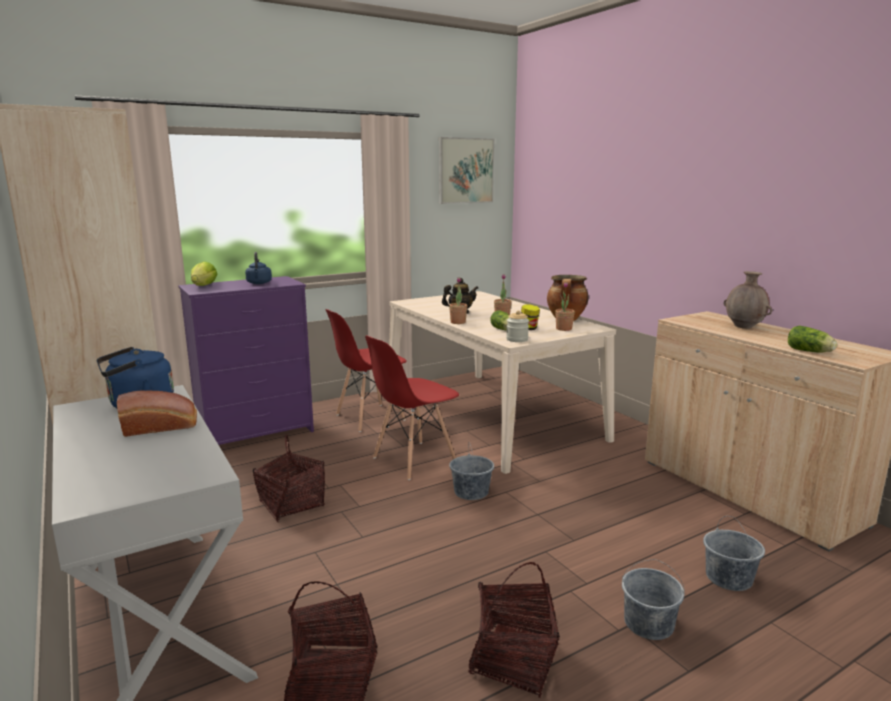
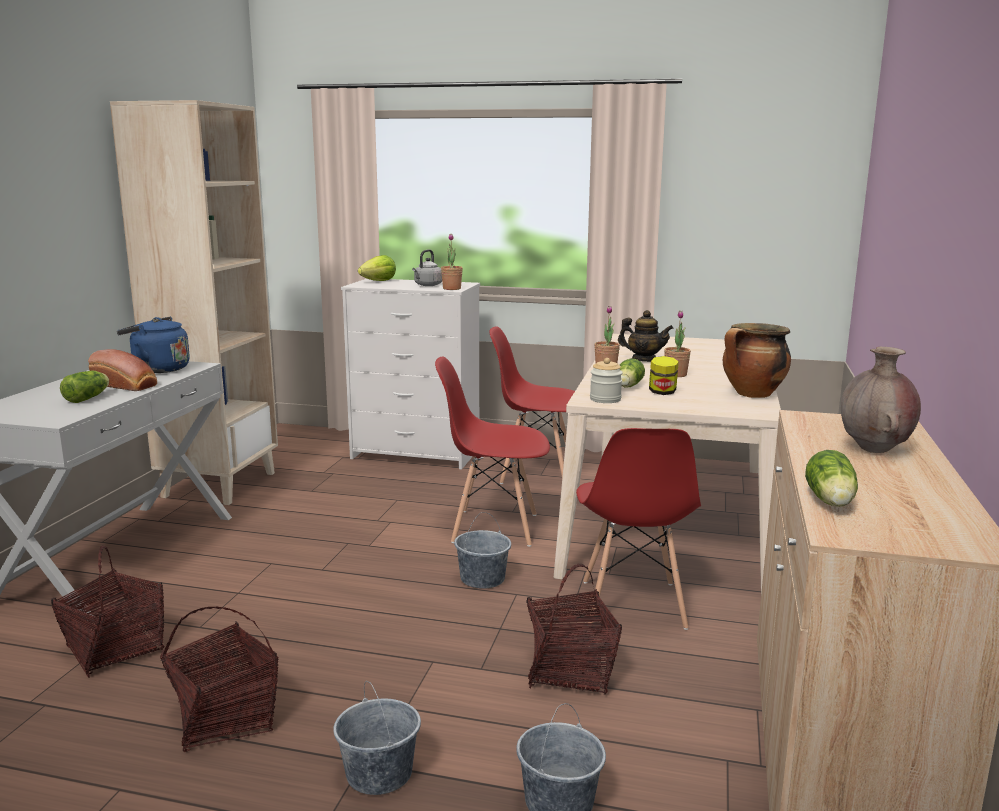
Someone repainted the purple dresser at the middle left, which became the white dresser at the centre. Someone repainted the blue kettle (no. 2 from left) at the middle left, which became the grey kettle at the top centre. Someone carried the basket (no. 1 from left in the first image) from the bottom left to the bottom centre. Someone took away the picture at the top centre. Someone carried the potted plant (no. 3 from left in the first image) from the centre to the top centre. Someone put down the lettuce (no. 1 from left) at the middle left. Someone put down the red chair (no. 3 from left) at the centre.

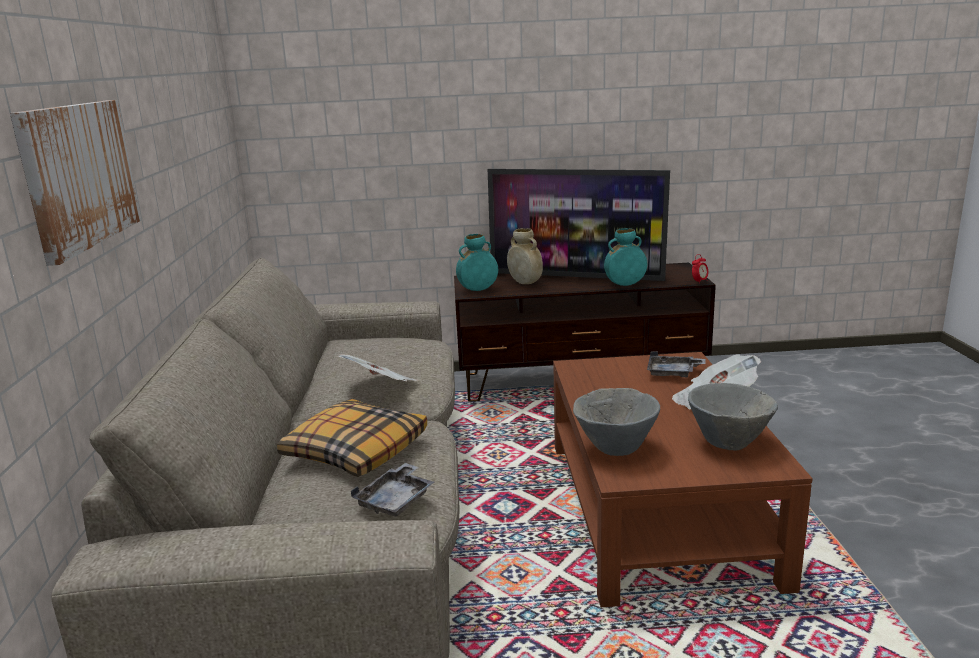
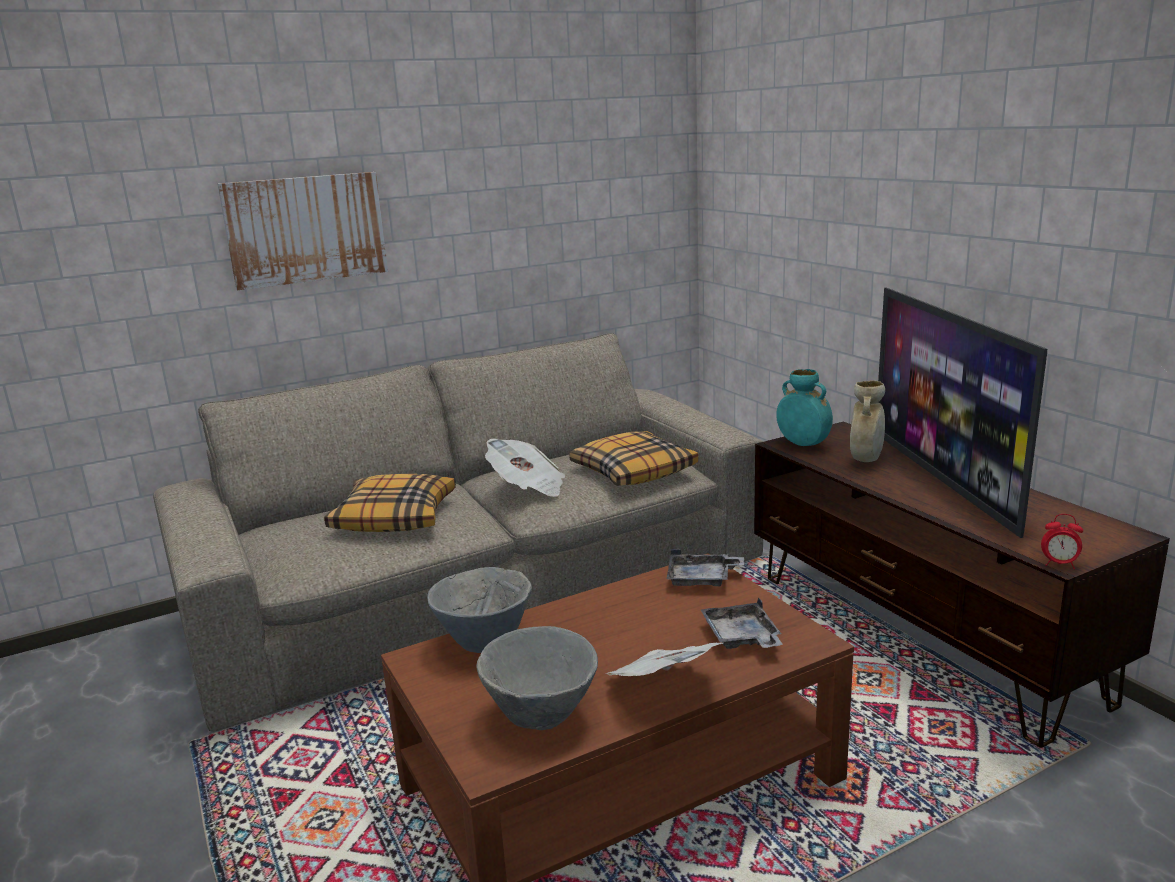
Someone carried the grey tray (no. 1 from left) from the bottom centre to the centre. Someone took away the turquoise vase (no. 2 from left) at the centre. Someone put down the pillow (no. 2 from left) at the centre.

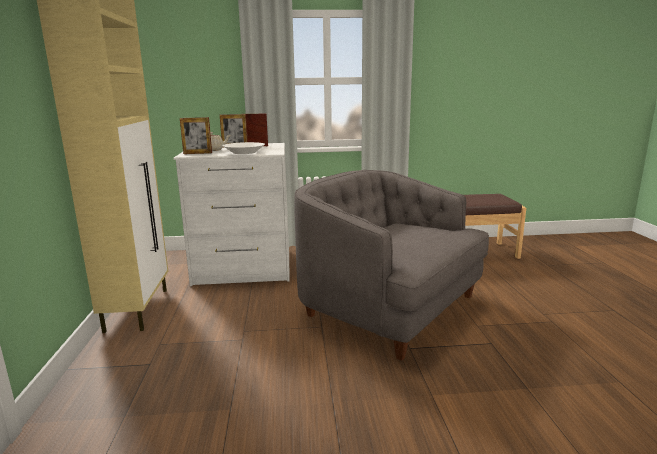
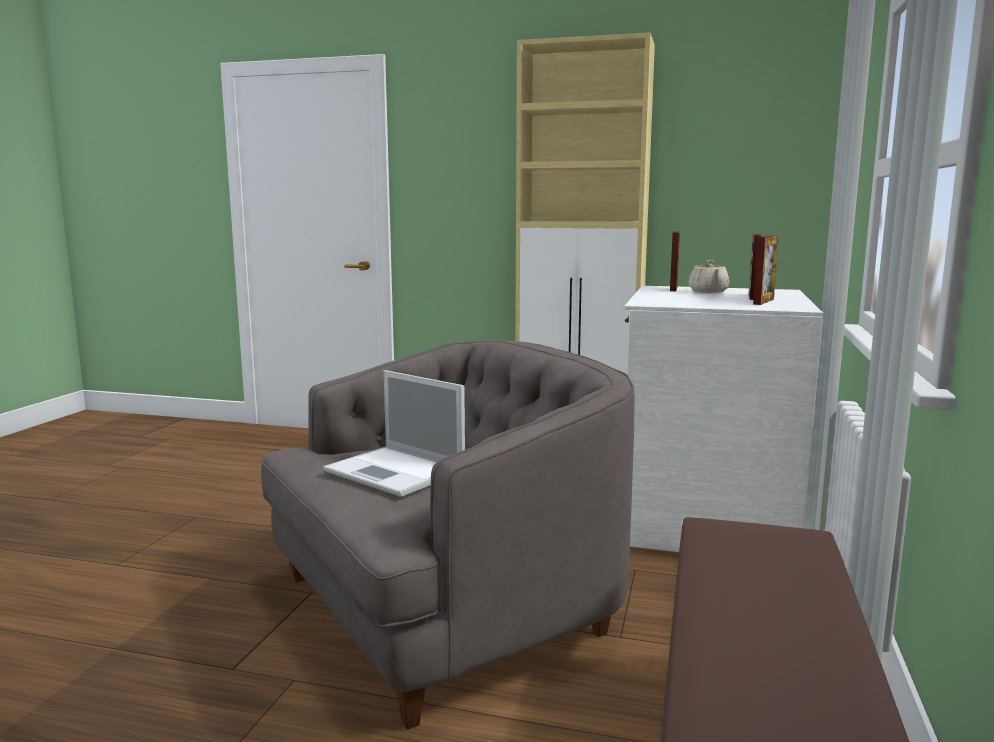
Someone took away the white bowl at the top centre. Someone put down the laptop at the centre.

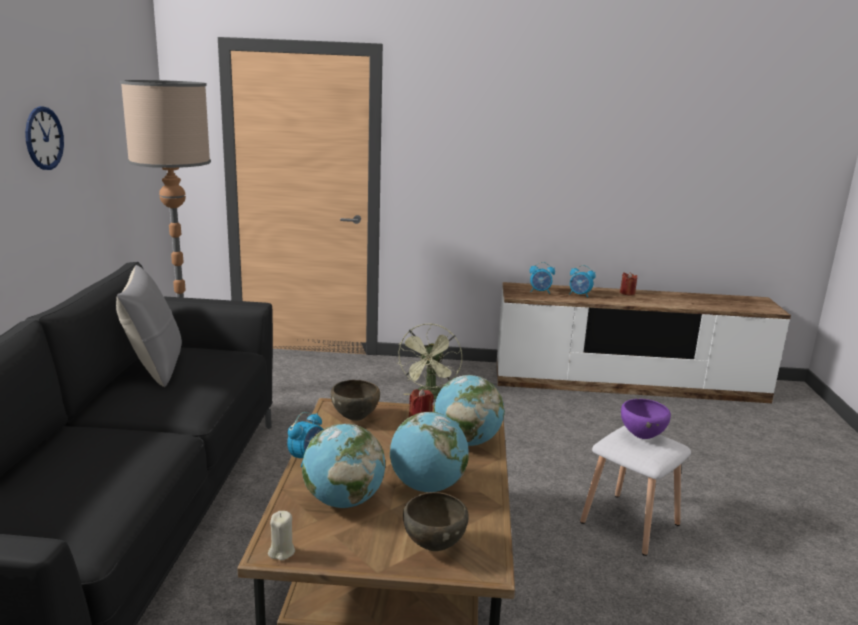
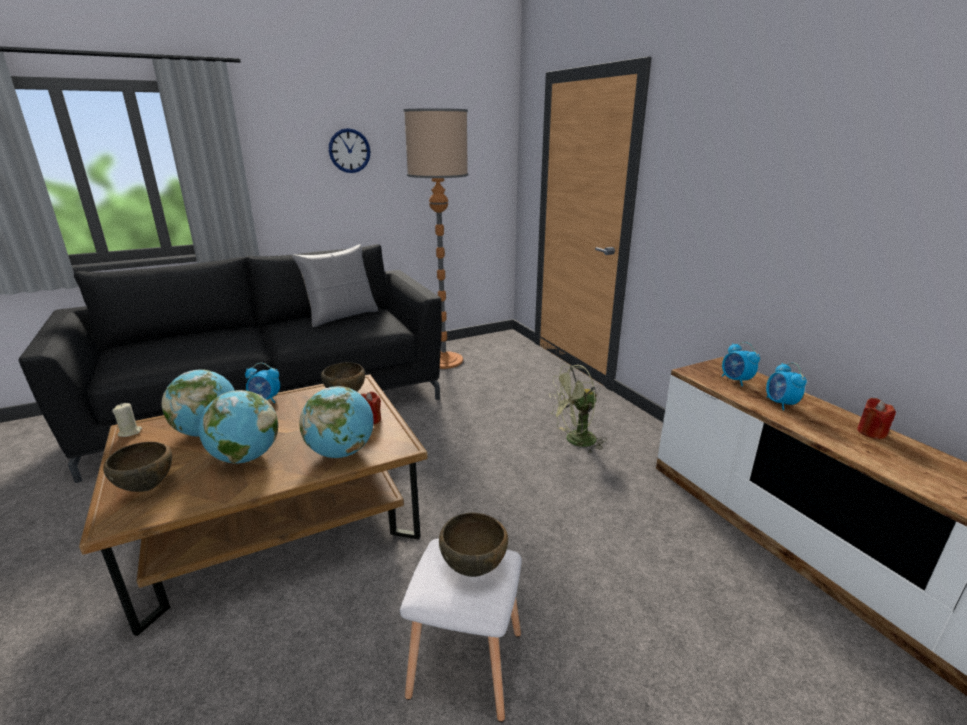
Someone repainted the purple bowl at the bottom right, which became the brown bowl (no. 3 from left) at the bottom centre.

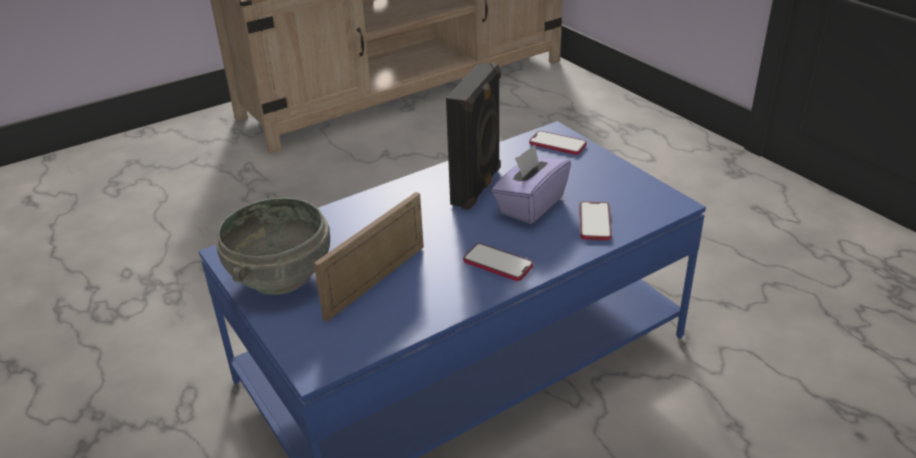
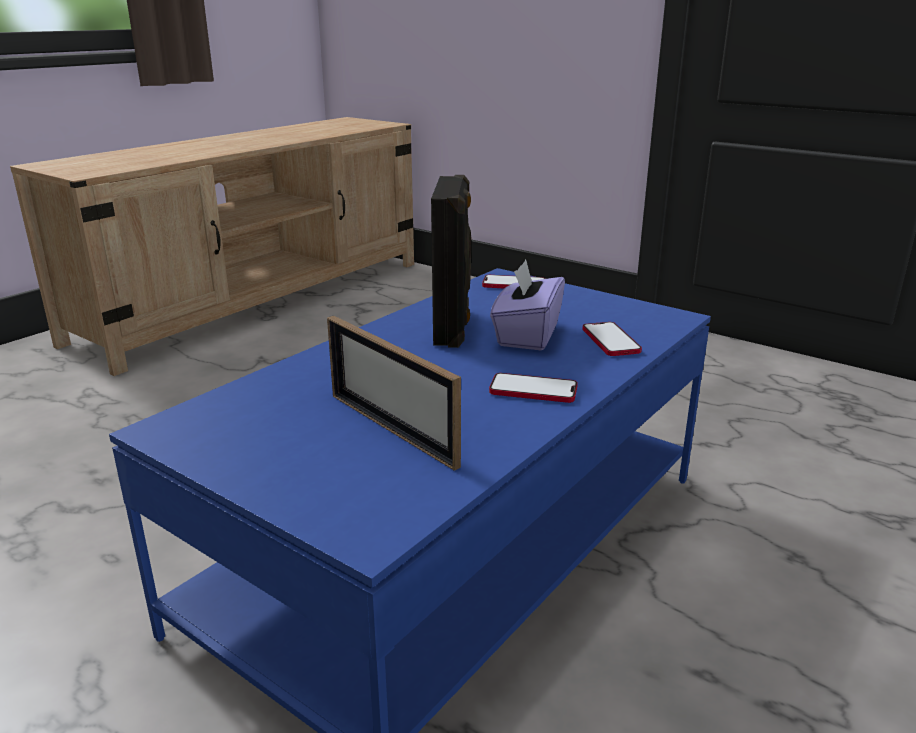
Someone took away the grey bowl at the middle left. Someone rotated the picture frame at the centre by 60 degrees counterclockwise.

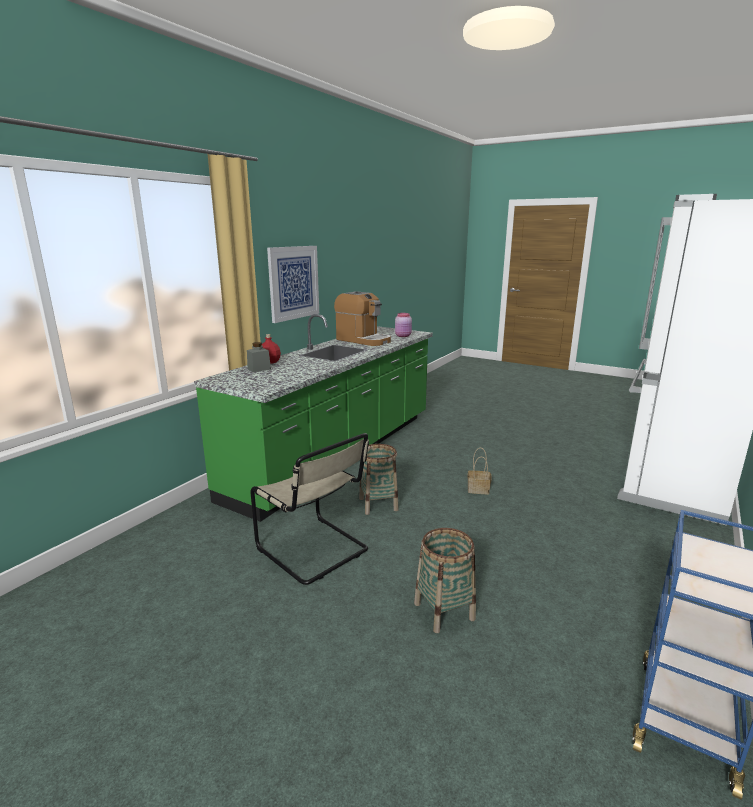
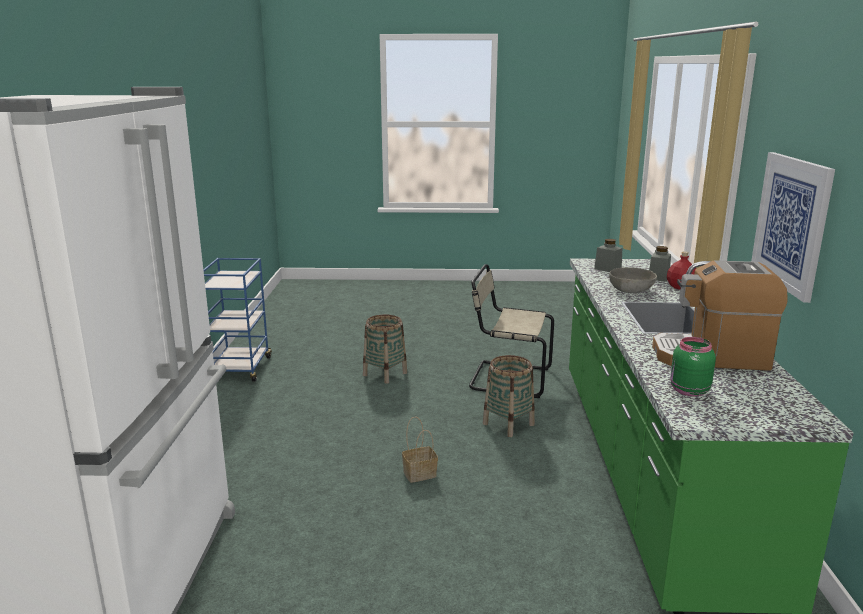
Someone repainted the pink jar at the centre, which became the green jar at the middle right. Someone put down the grey jar (no. 1 from left) at the middle right. Someone put down the grey bowl at the middle right.

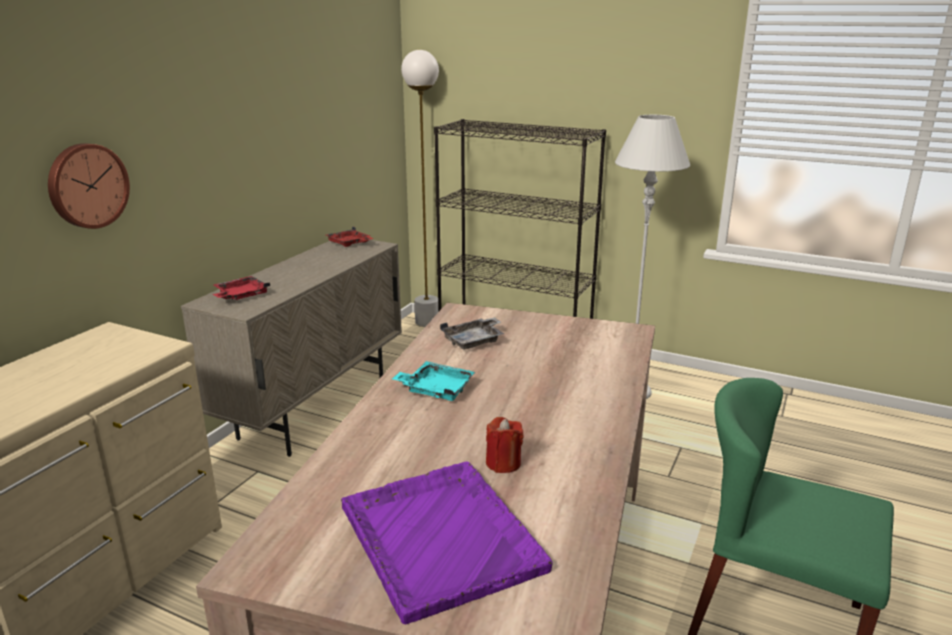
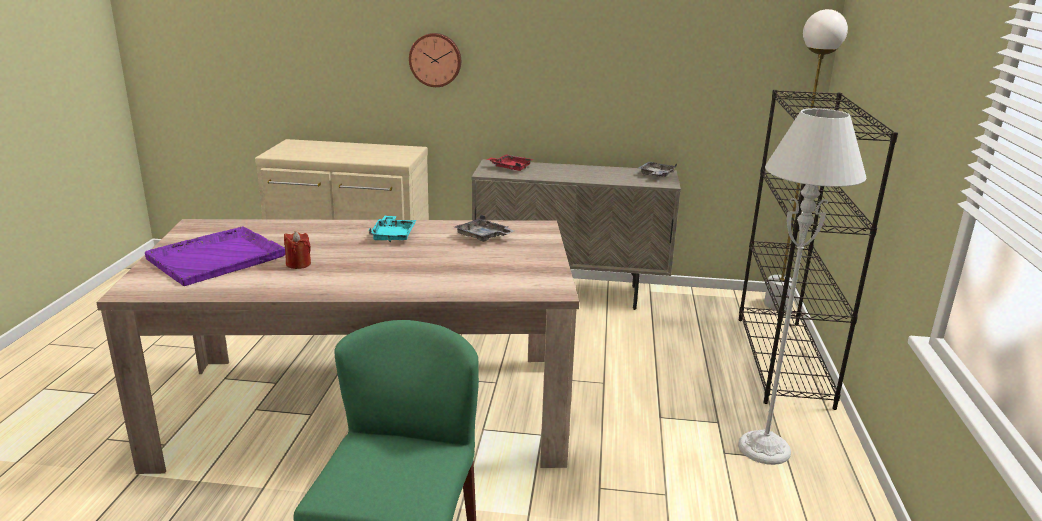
Someone repainted the red tray (no. 2 from left) at the centre, which became the grey tray (no. 2 from left) at the top centre.

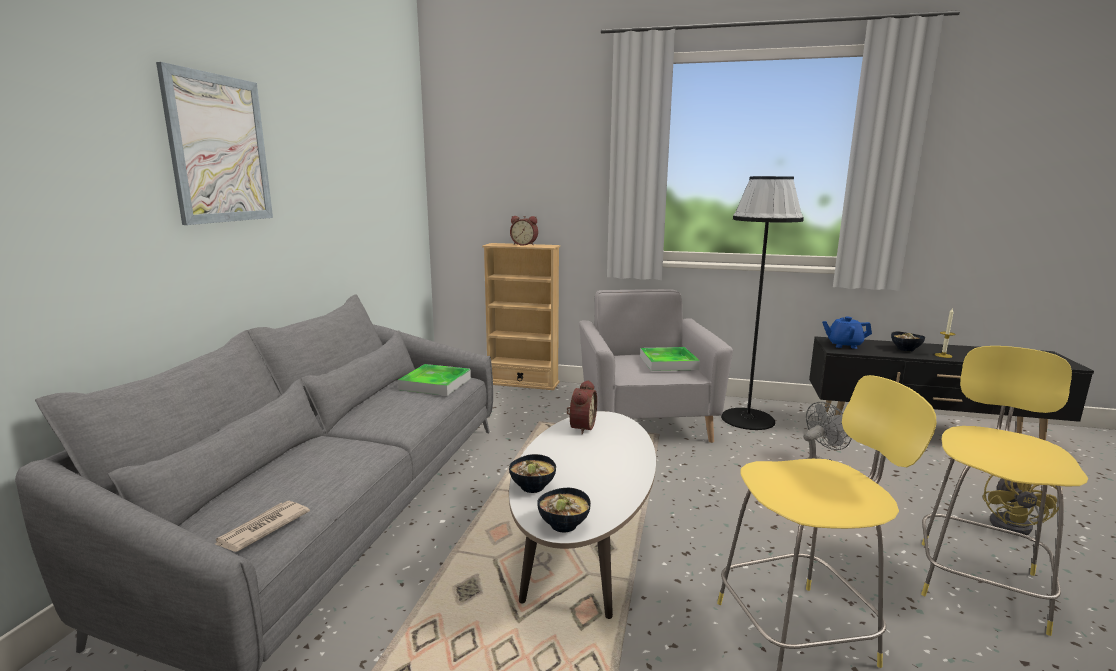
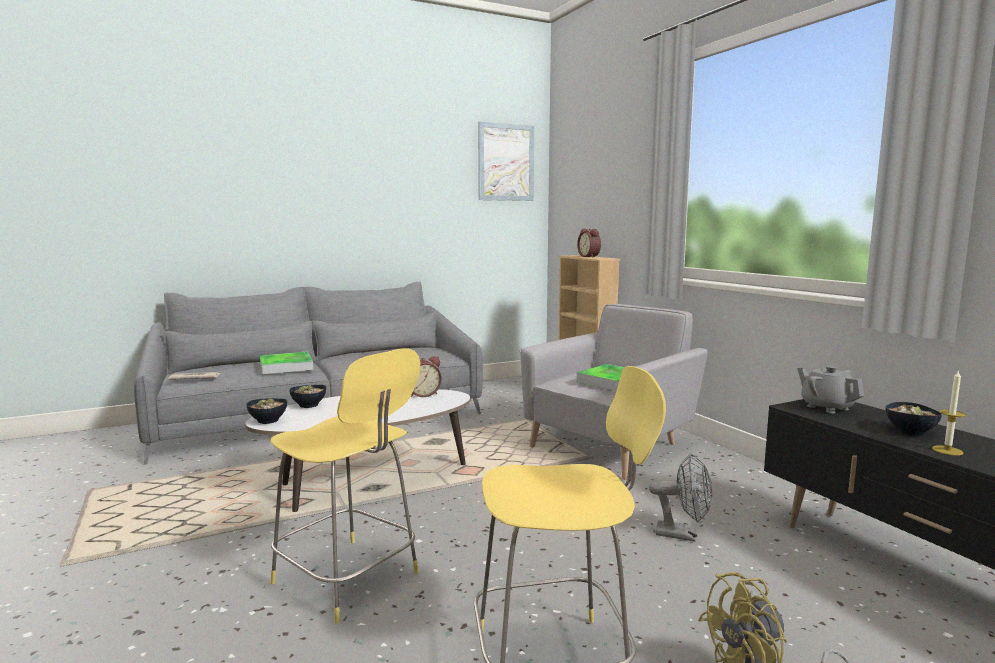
Someone carried the picture from the top left to the top centre. Someone carried the tray (no. 1 from left) from the centre to the middle left. Someone took away the black floor lamp at the middle right. Someone repainted the blue teapot at the middle right, which became the grey teapot at the middle right.

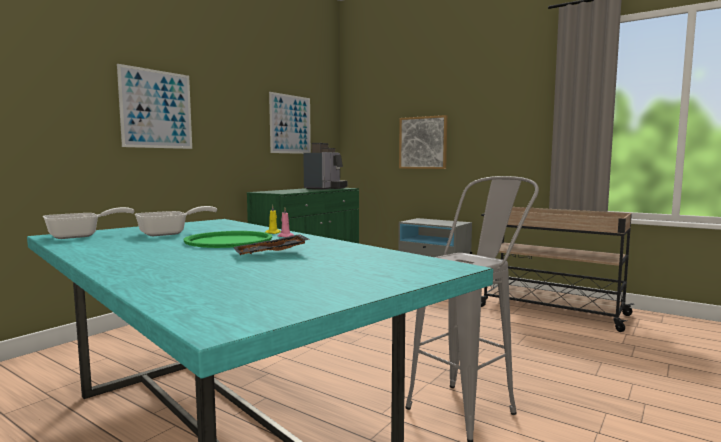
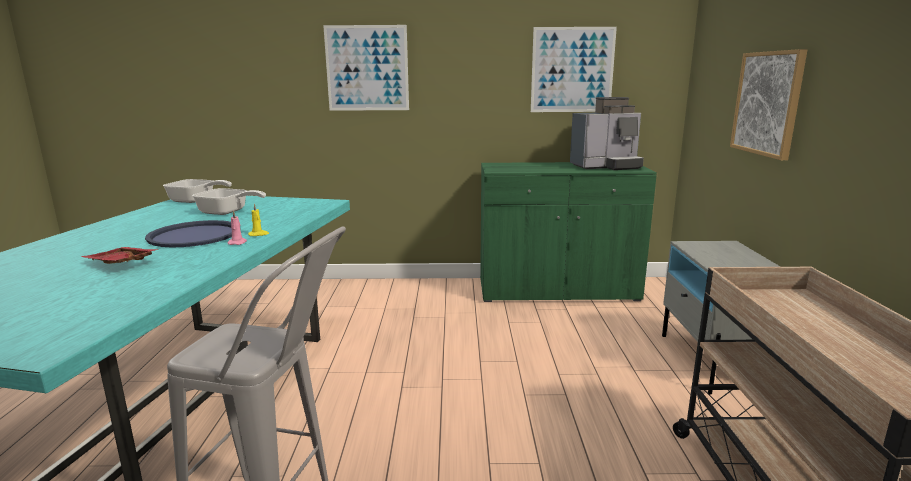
Someone repainted the green tray at the middle left, which became the blue tray at the middle left. Someone repainted the black tray at the centre, which became the red tray at the middle left.

